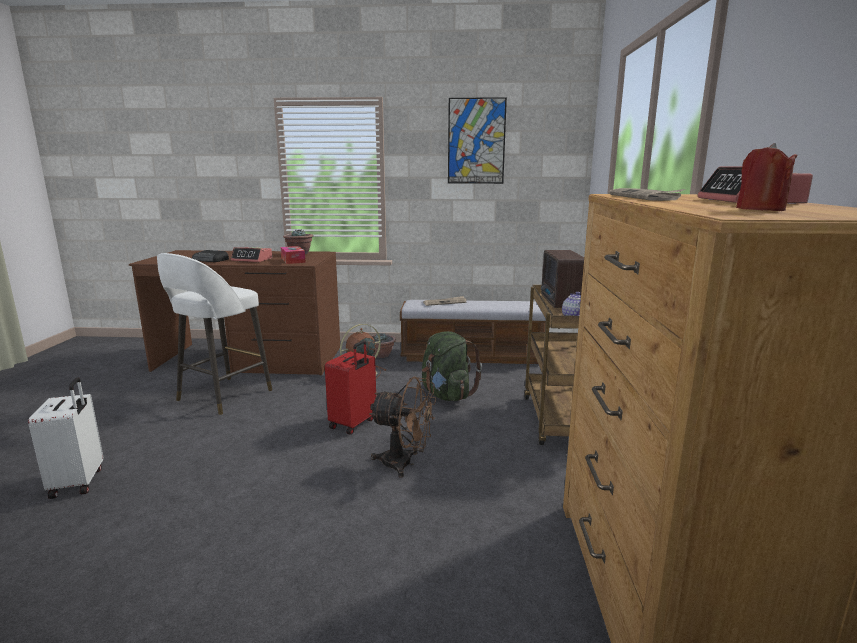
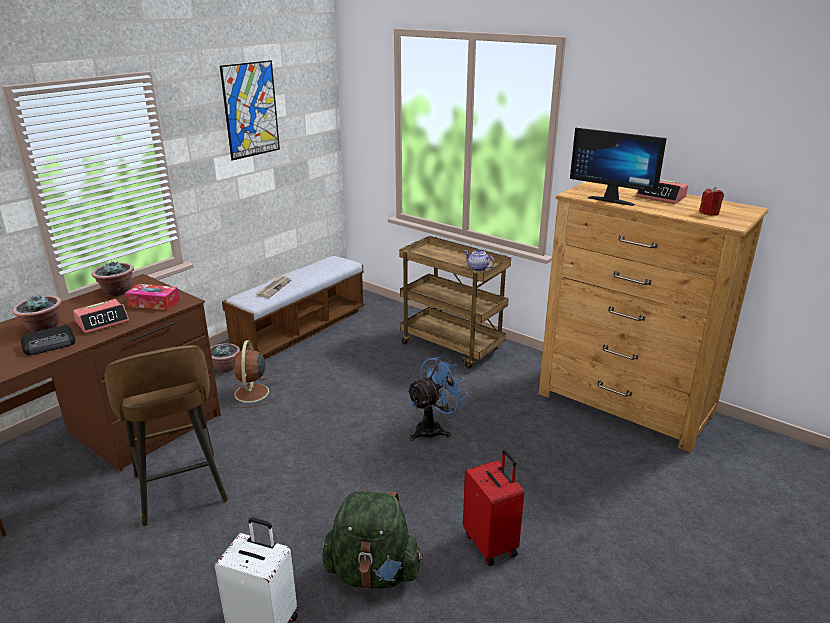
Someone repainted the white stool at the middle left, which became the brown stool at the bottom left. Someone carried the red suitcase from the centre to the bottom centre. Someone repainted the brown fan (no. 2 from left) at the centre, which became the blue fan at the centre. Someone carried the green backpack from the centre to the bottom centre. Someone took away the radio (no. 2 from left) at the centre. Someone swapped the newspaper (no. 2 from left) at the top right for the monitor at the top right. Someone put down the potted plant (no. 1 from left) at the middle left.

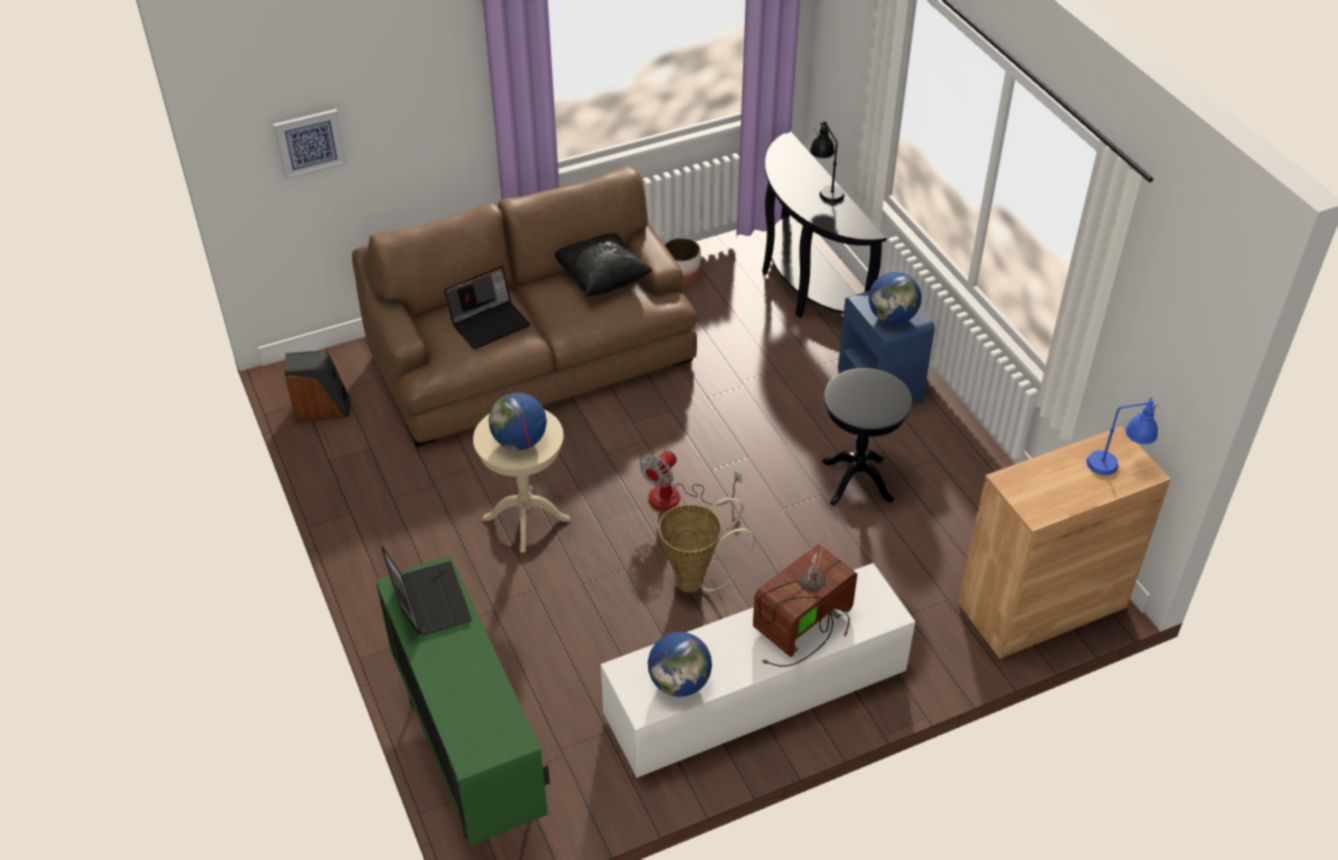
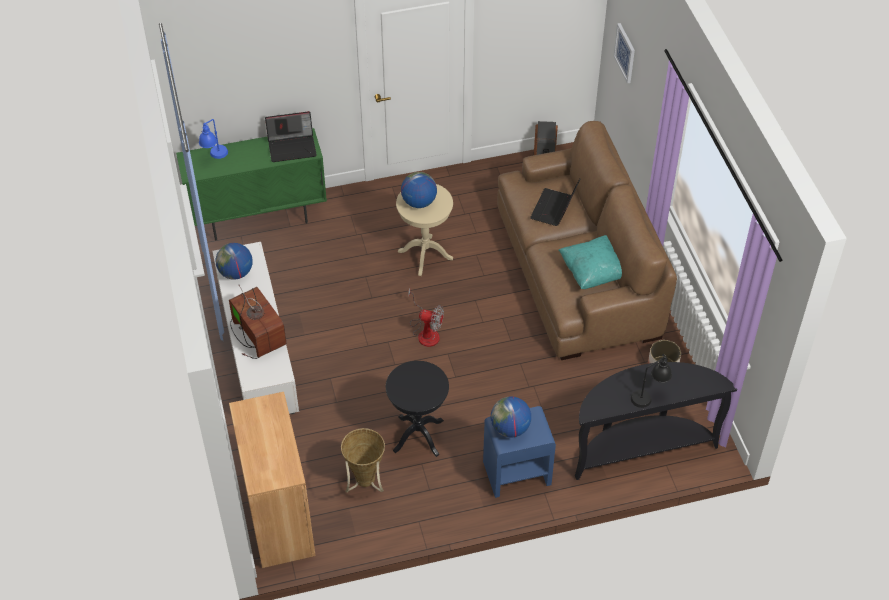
Someone rotated the laptop (no. 2 from left) at the centre by 45 degrees clockwise. Someone repainted the black pillow at the top centre, which became the turquoise pillow at the centre. Someone rotated the fan at the centre by 150 degrees clockwise. Someone carried the basket from the centre to the bottom centre. Someone carried the blue table lamp from the middle right to the top left.

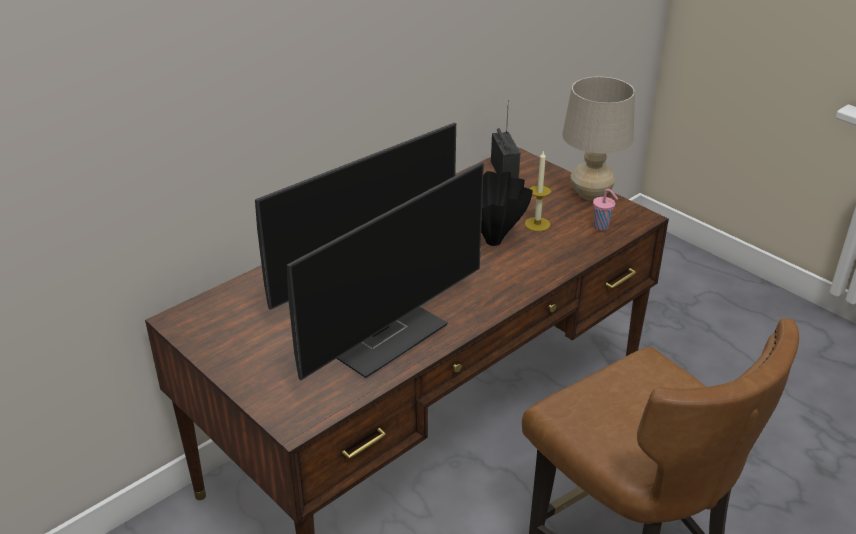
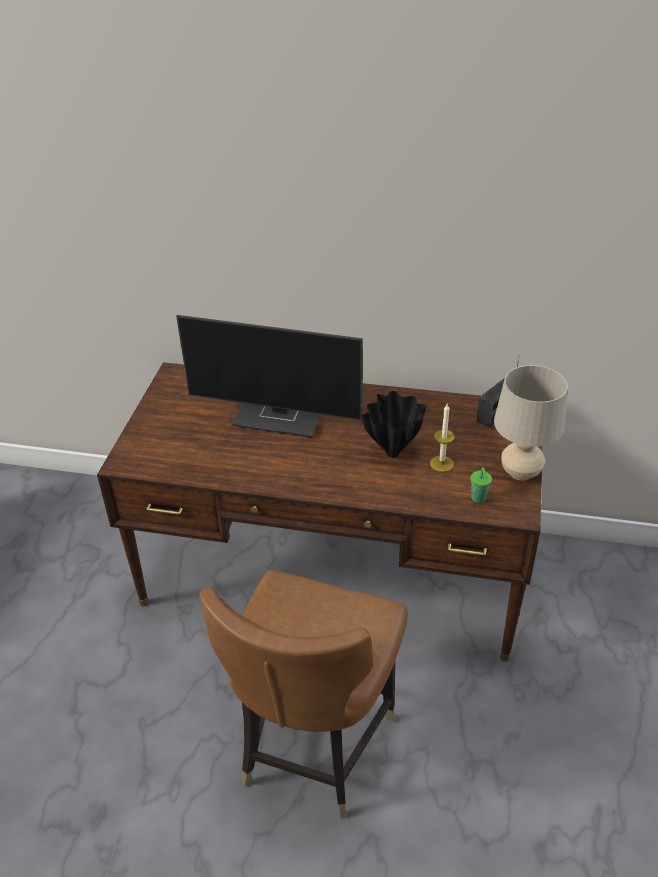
Someone took away the monitor (no. 2 from left) at the centre. Someone repainted the pink cup at the middle right, which became the green cup at the middle right.

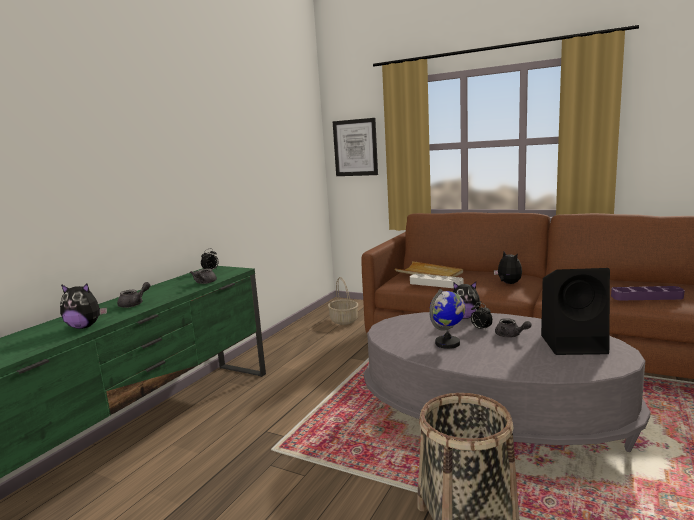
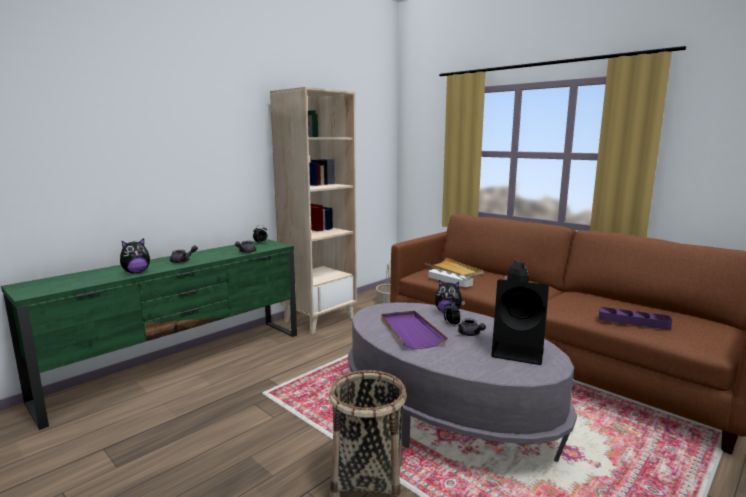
Someone rotated the plush toy (no. 1 from left) at the middle left by 60 degrees counterclockwise. Someone took away the picture at the top centre. Someone swapped the globe at the centre for the purple tray (no. 1 from left) at the centre. Someone put down the beige bookcase at the centre.

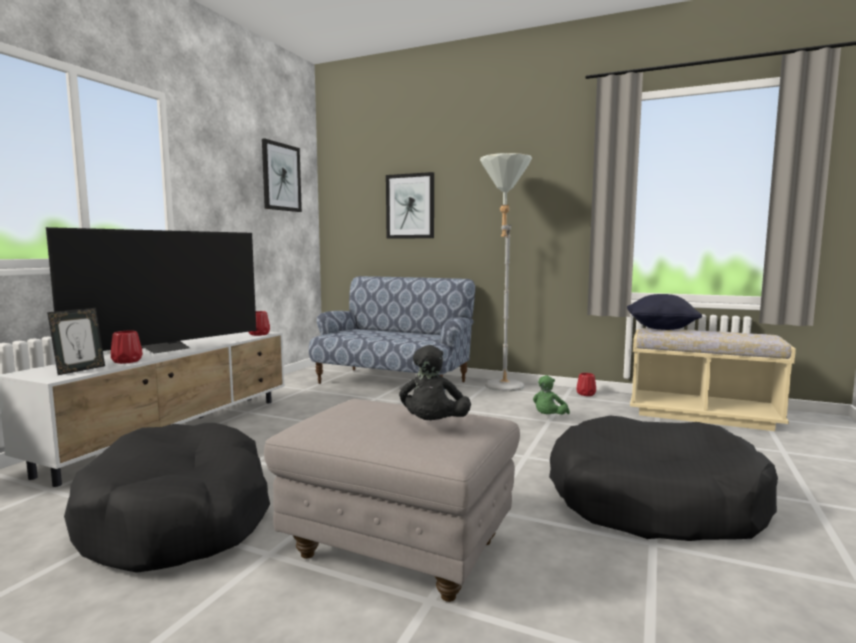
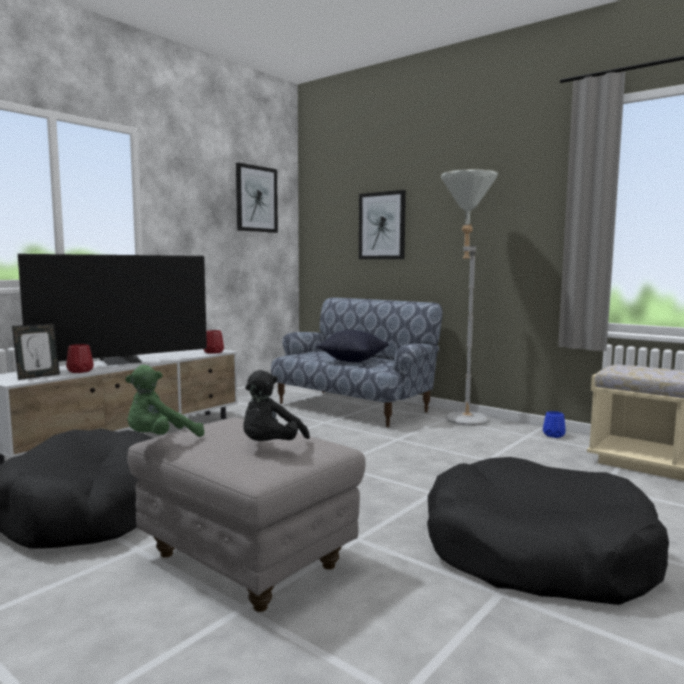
Someone carried the green plush toy from the centre to the middle left. Someone repainted the red vase (no. 3 from left) at the middle right, which became the blue vase at the middle right. Someone carried the black pillow from the middle right to the centre.

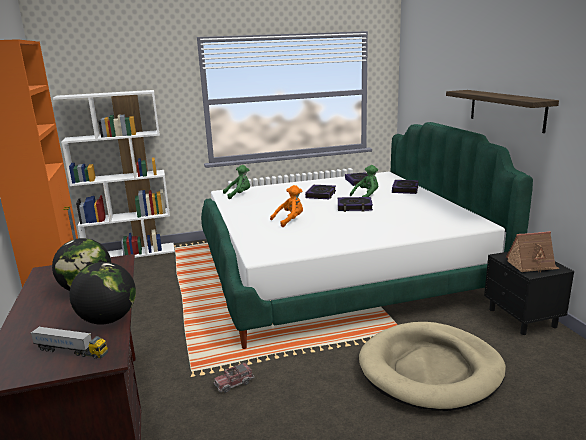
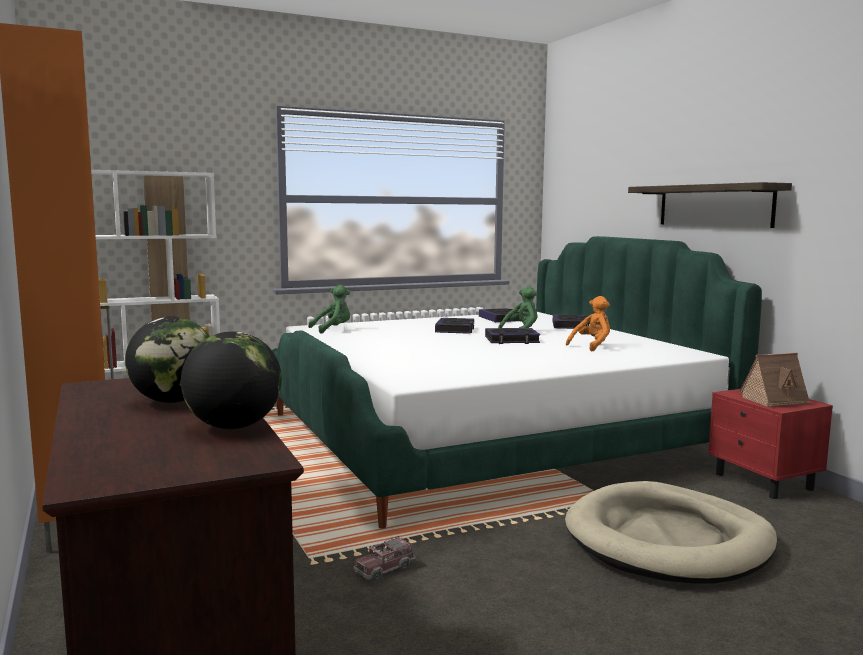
Someone took away the toy truck (no. 1 from left) at the bottom left. Someone carried the orange plush toy from the centre to the middle right. Someone repainted the black nightstand at the middle right, which became the red nightstand at the bottom right.

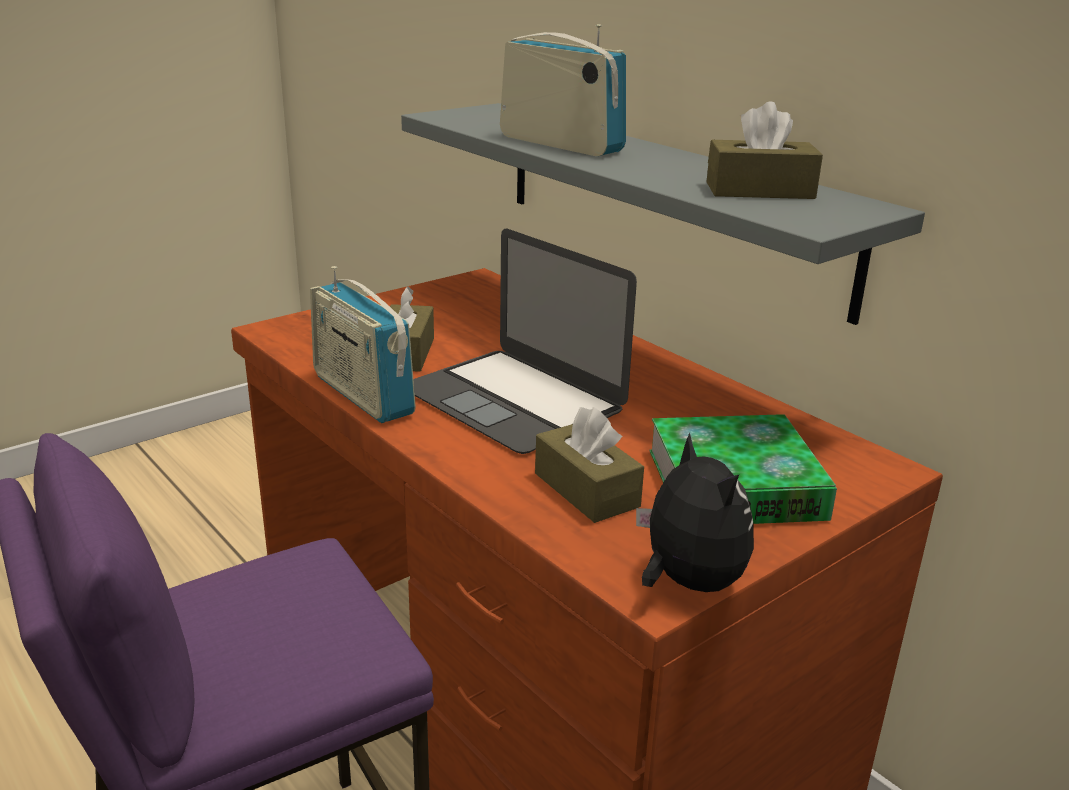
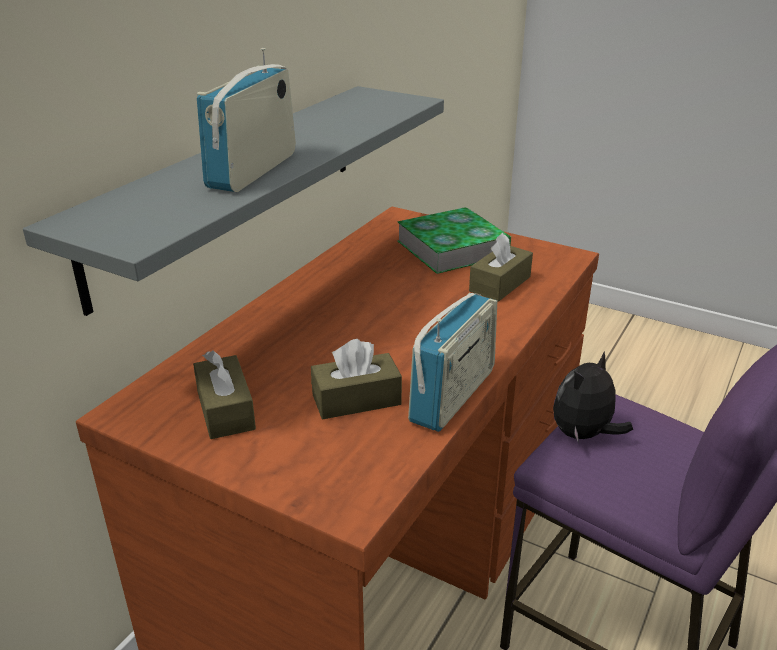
Someone took away the laptop at the centre. Someone carried the plush toy from the centre to the middle right. Someone carried the brown tissue box (no. 3 from left in the first image) from the top right to the middle left.

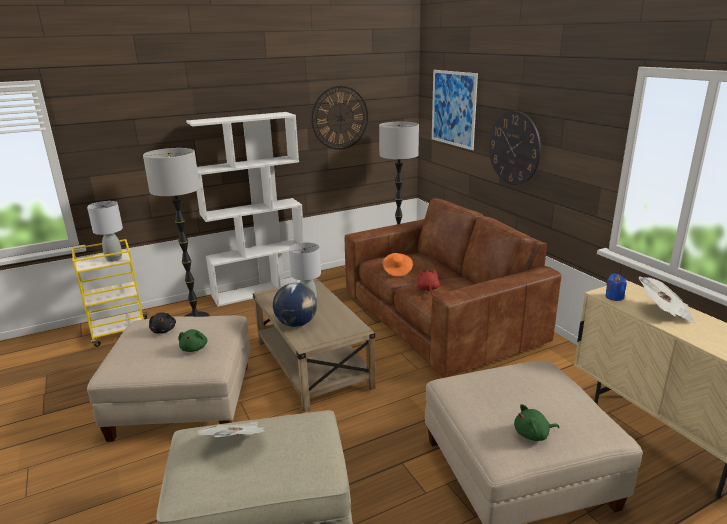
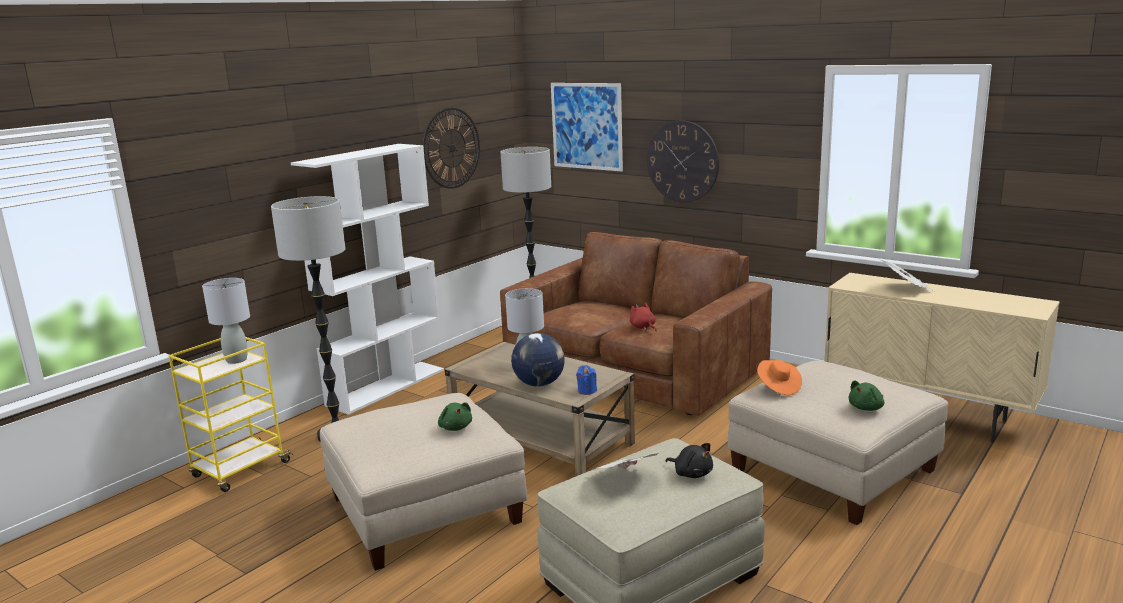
Someone carried the black plush toy from the middle left to the bottom centre. Someone carried the orange hat from the centre to the middle right. Someone carried the blue candle from the middle right to the centre.

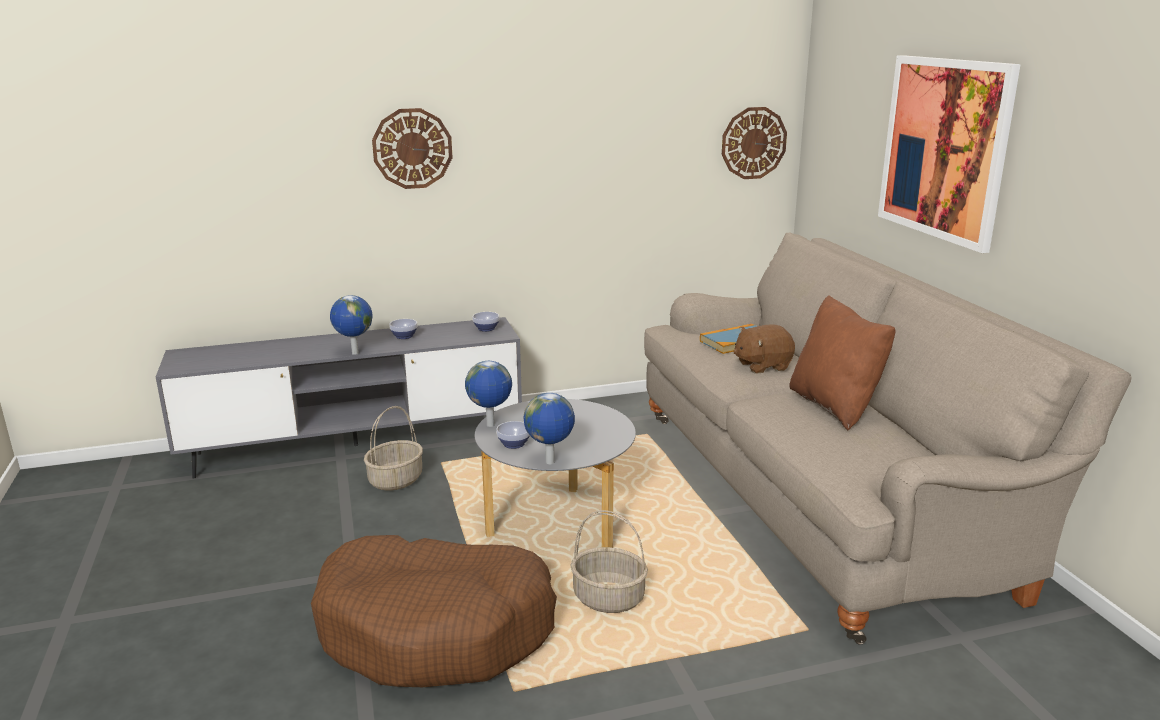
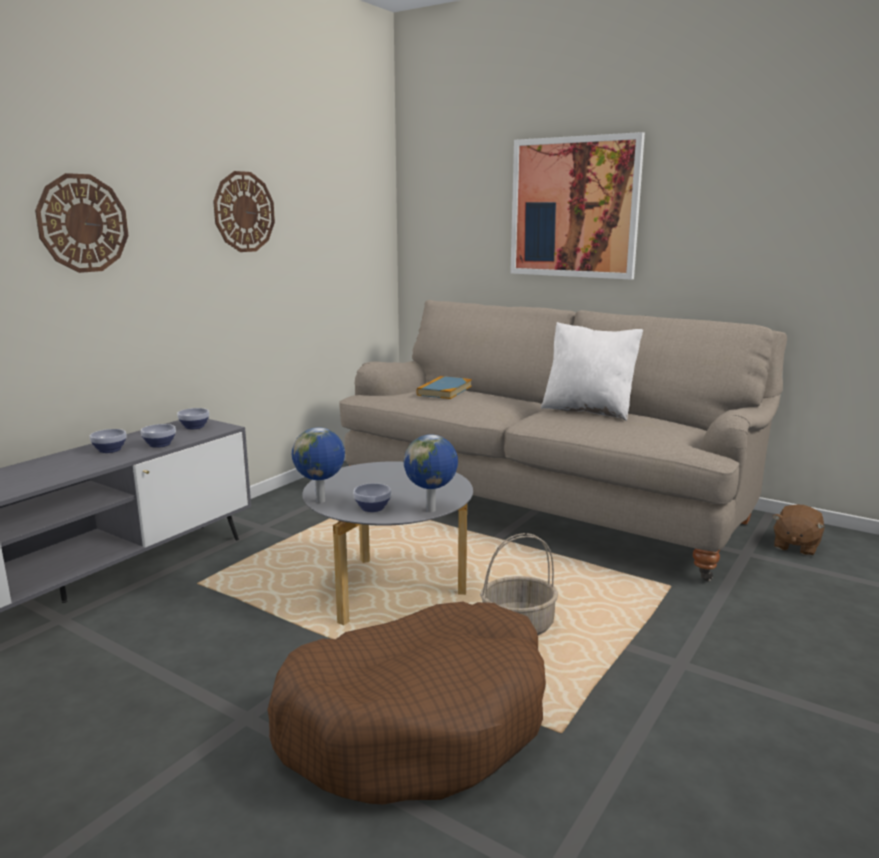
Someone took away the globe (no. 1 from left) at the middle left. Someone took away the basket (no. 1 from left) at the centre. Someone carried the wall clock (no. 2 from left) from the top centre to the top left. Someone carried the brown plush toy from the centre to the middle right. Someone repainted the brown pillow at the middle right, which became the white pillow at the middle right. Someone put down the bowl (no. 2 from left) at the middle left.

